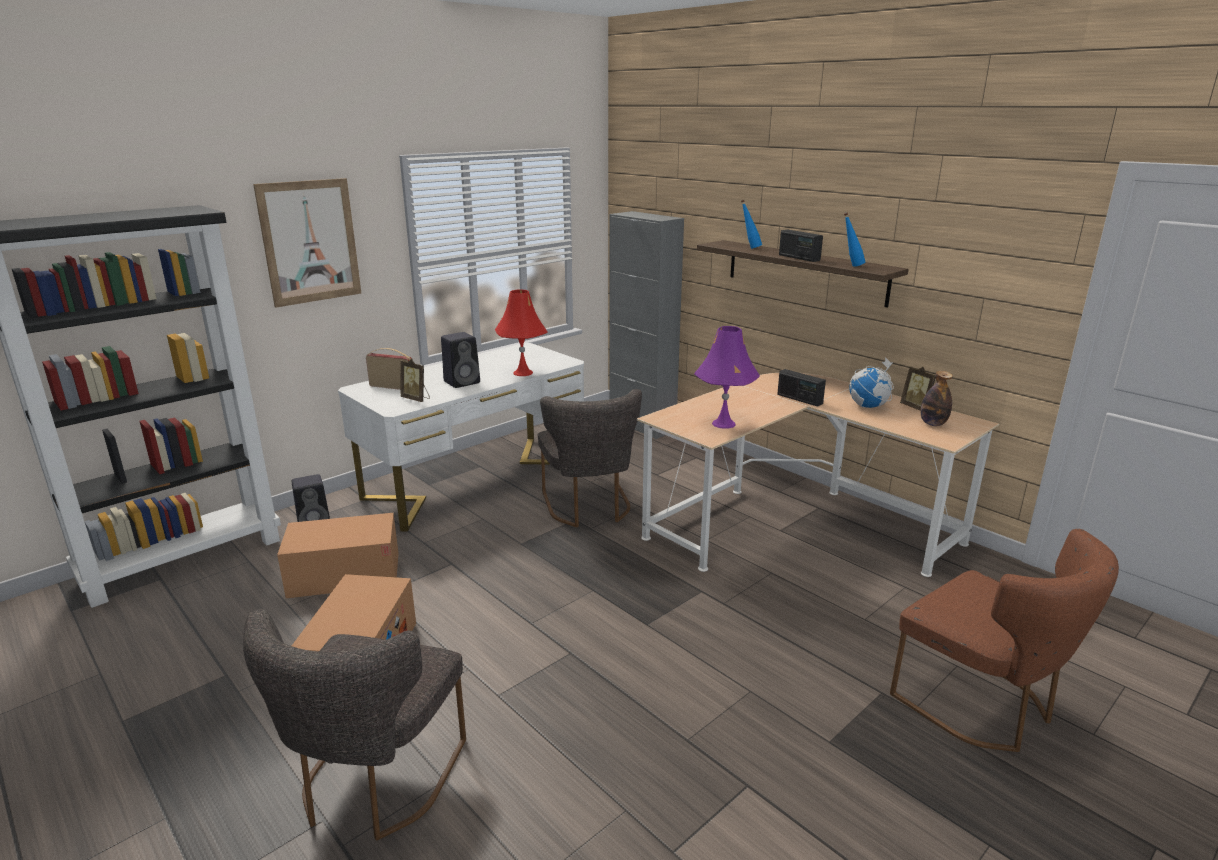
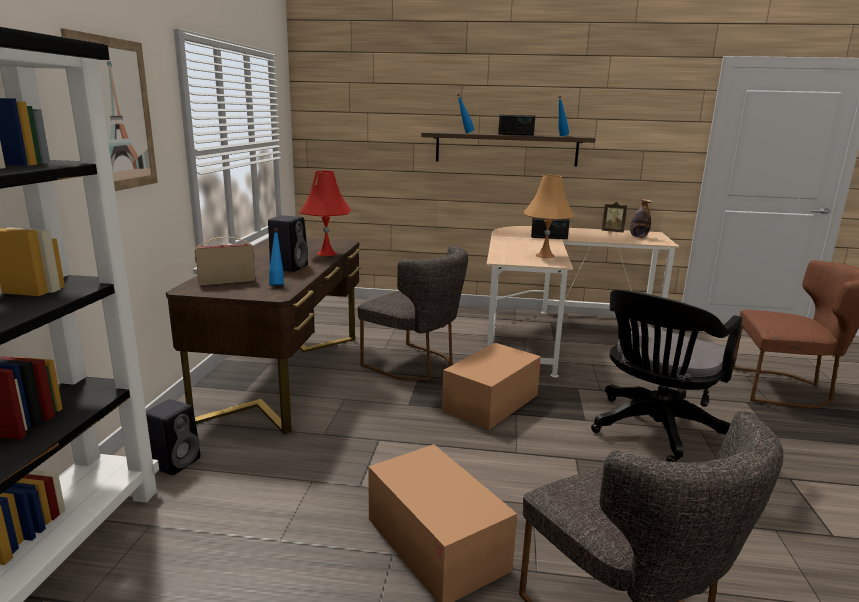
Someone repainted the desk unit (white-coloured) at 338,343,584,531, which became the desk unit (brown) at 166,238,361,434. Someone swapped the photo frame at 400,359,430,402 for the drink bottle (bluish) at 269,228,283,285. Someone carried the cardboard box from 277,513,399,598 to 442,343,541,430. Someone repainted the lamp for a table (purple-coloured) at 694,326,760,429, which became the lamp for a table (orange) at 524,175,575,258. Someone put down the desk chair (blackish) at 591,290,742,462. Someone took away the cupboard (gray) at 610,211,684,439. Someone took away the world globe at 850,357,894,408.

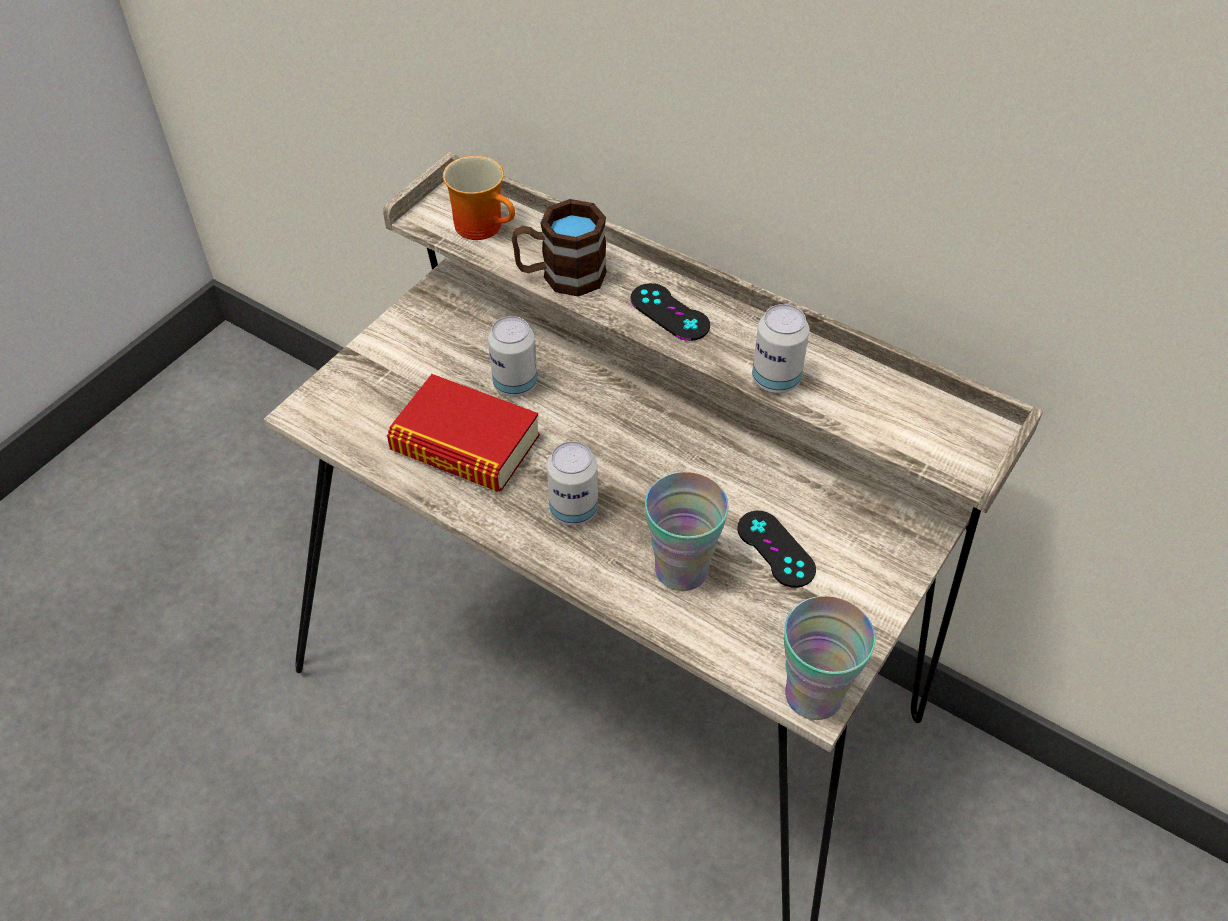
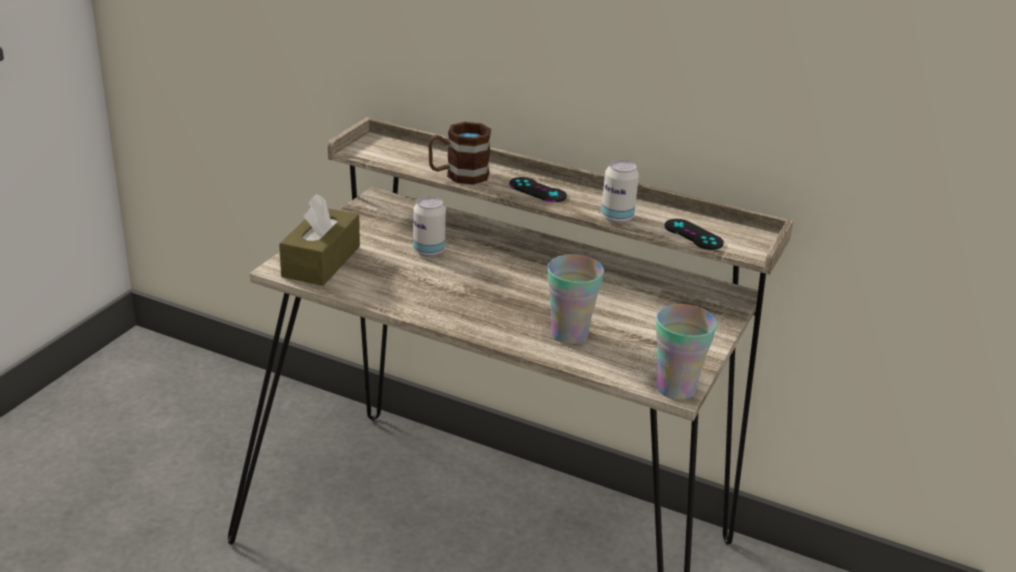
Someone put down the tissue holder (brown) at 279,193,360,286. Someone carried the gamepad (blackish) from 737,511,816,588 to 664,219,724,250. Someone took away the bound book at 387,374,540,492. Someone took away the mug at 443,156,515,240. Someone took away the metal can at 547,441,598,526.

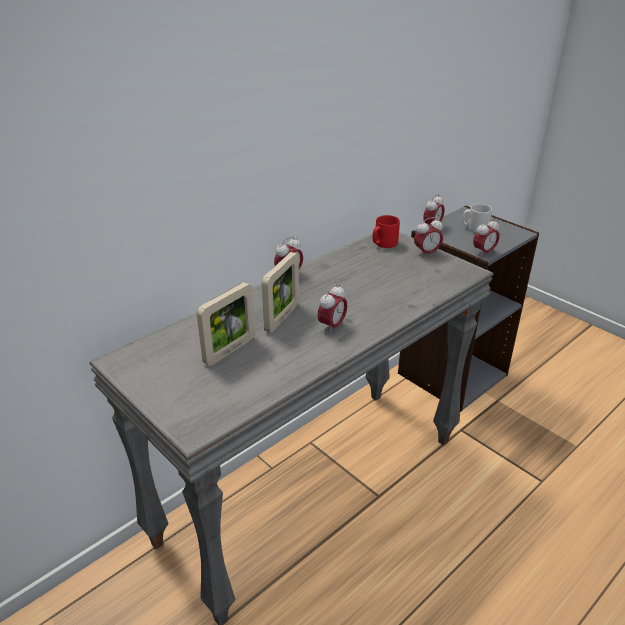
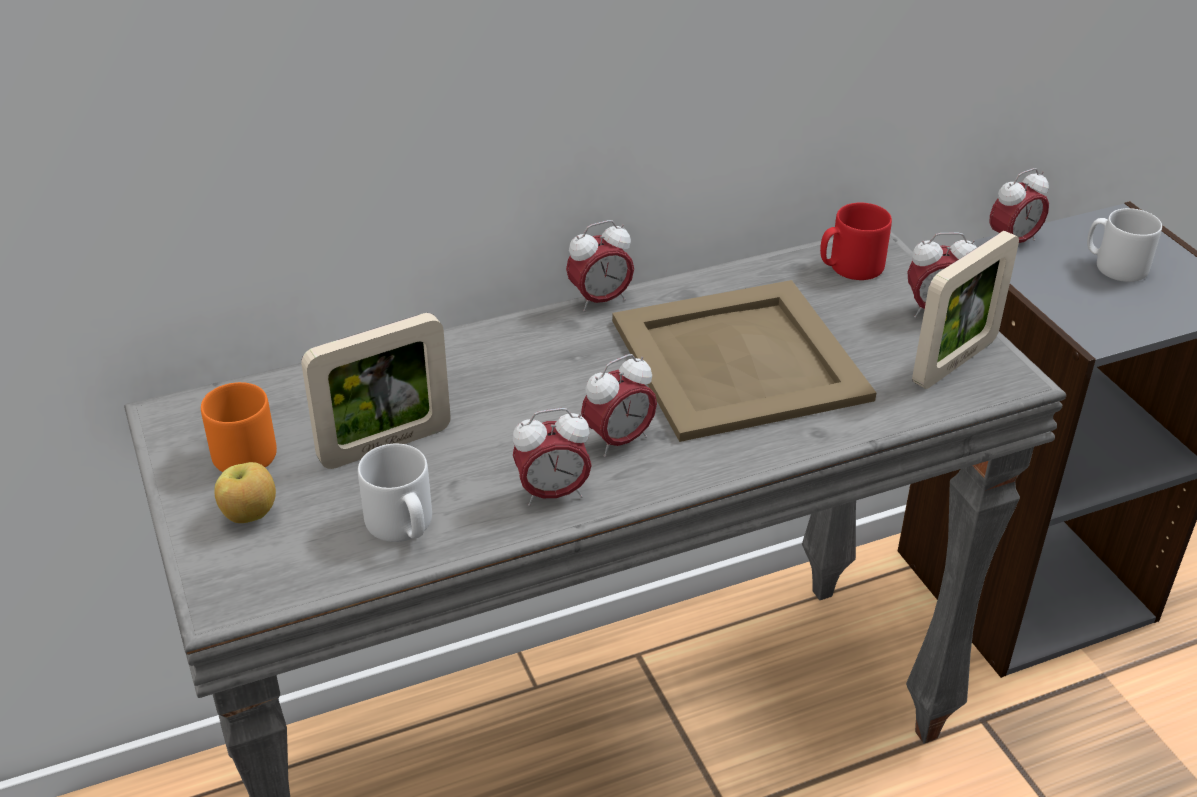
Someone put down the mug (orange) at 201,382,277,472. Someone put down the whole apple at 214,462,276,523. Someone put down the mug (gray) at 358,444,432,542. Someone carried the table clock from 473,218,500,257 to 513,408,592,506. Someone put down the carrying tray (beige-coloured) at 612,280,876,442. Someone carried the photo frame from 262,252,299,332 to 912,231,1019,389.

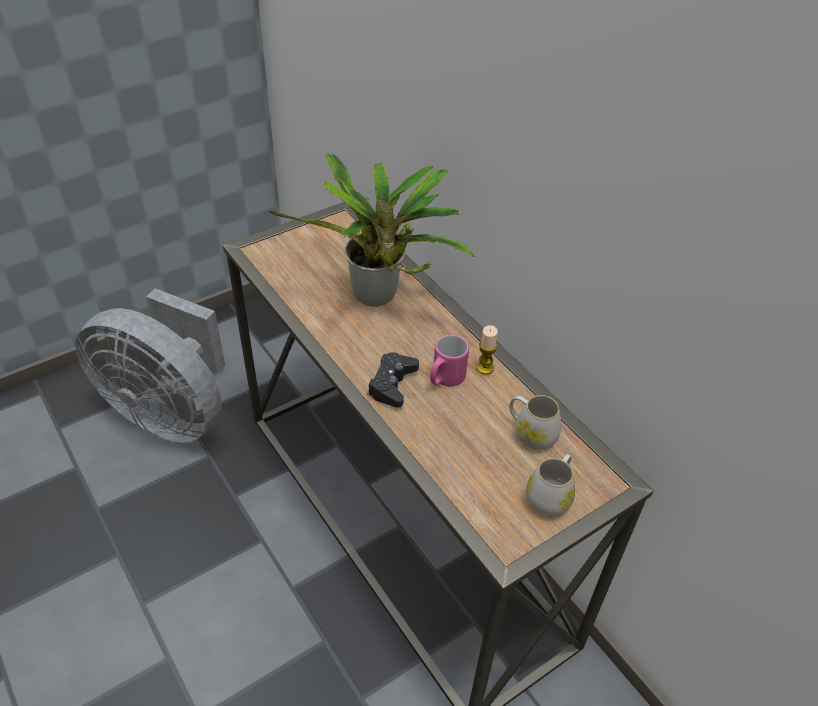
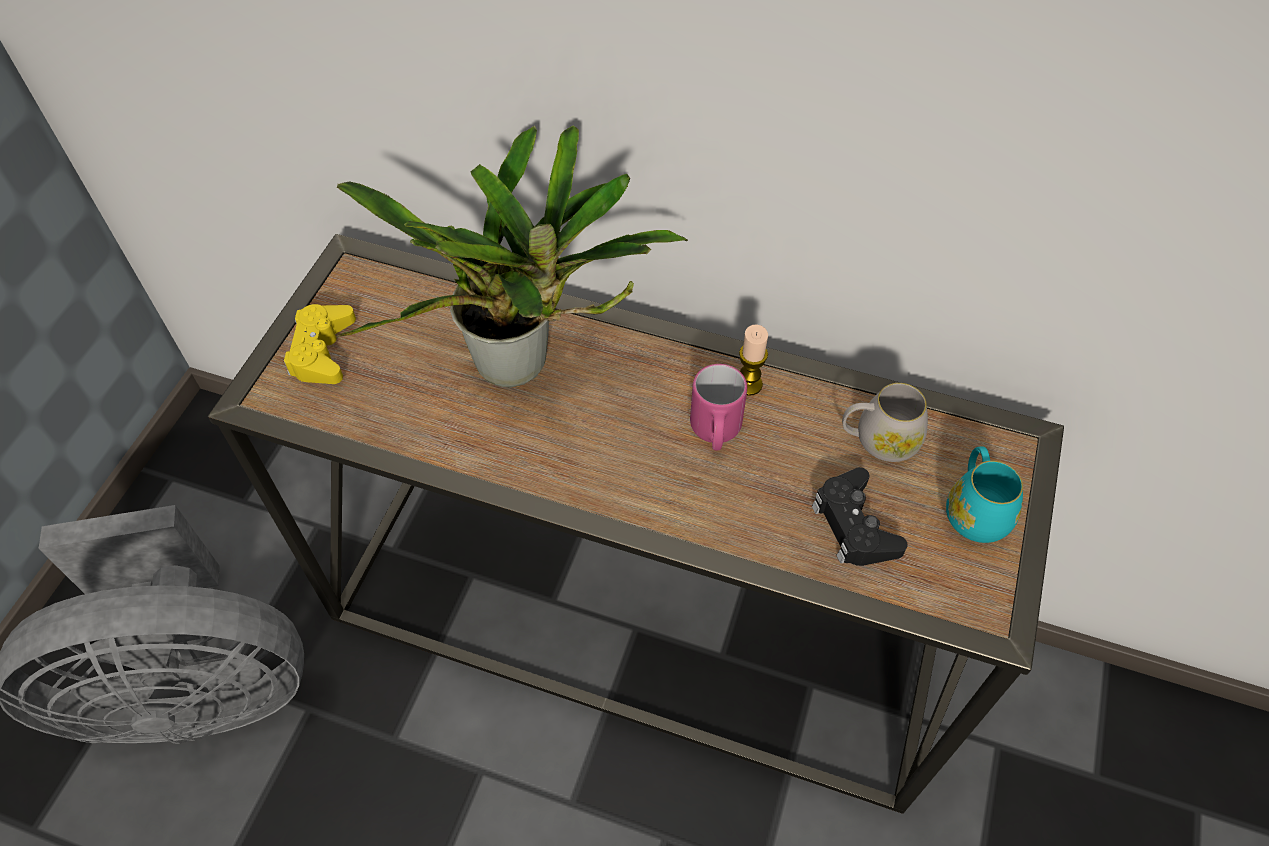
Someone put down the gamepad (yellow-coloured) at 284,304,356,384. Someone carried the gamepad (blackish) from 368,352,419,408 to 812,467,908,566. Someone repainted the mug (white-coloured) at 526,454,575,516, which became the mug (turquoise-coloured) at 946,447,1023,543.

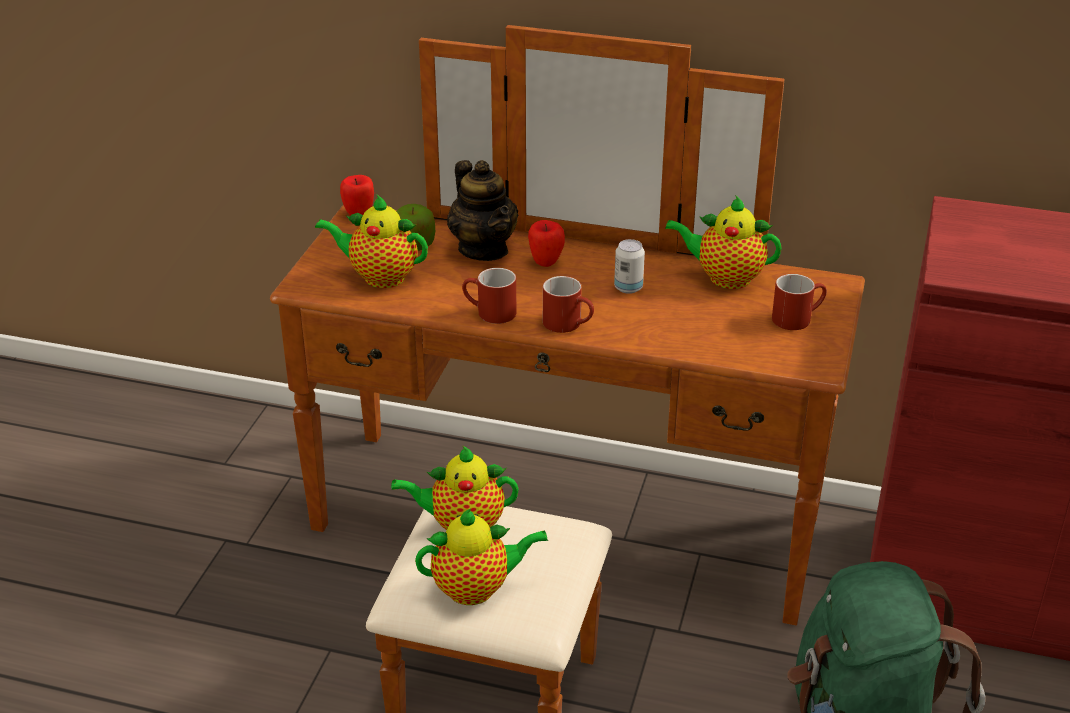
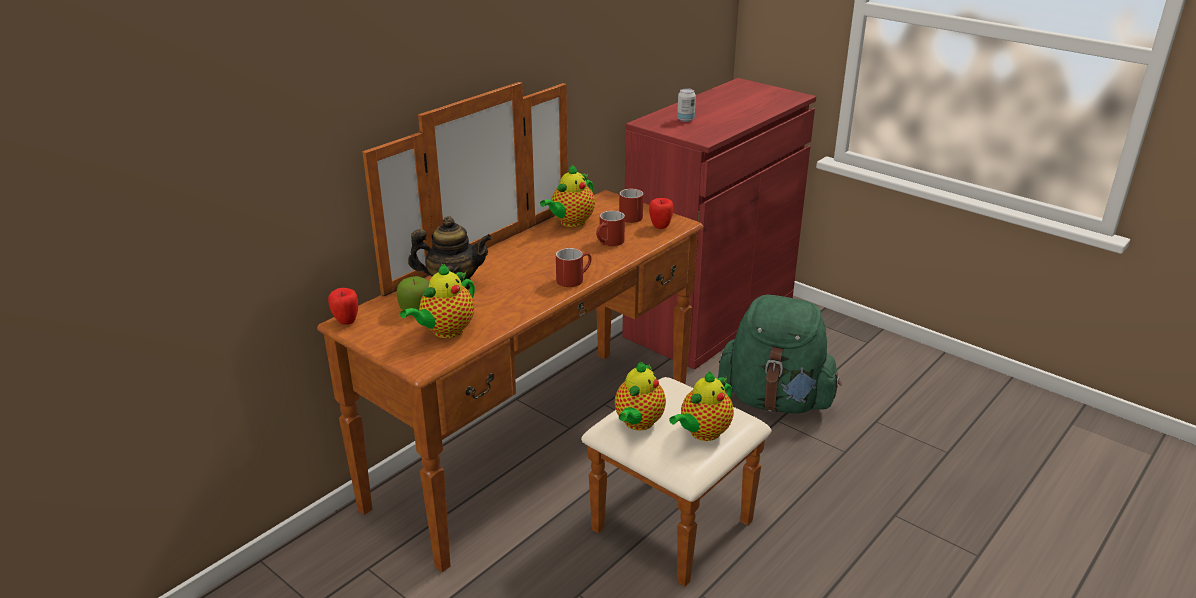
Someone carried the mug (reddish) from 462,268,516,324 to 596,210,625,246. Someone carried the whole apple from 528,220,565,267 to 649,198,673,229. Someone rotated the pot for tea at 415,509,548,605 by 150 degrees counterclockwise. Someone carried the metal can from 614,239,645,294 to 677,88,696,122.

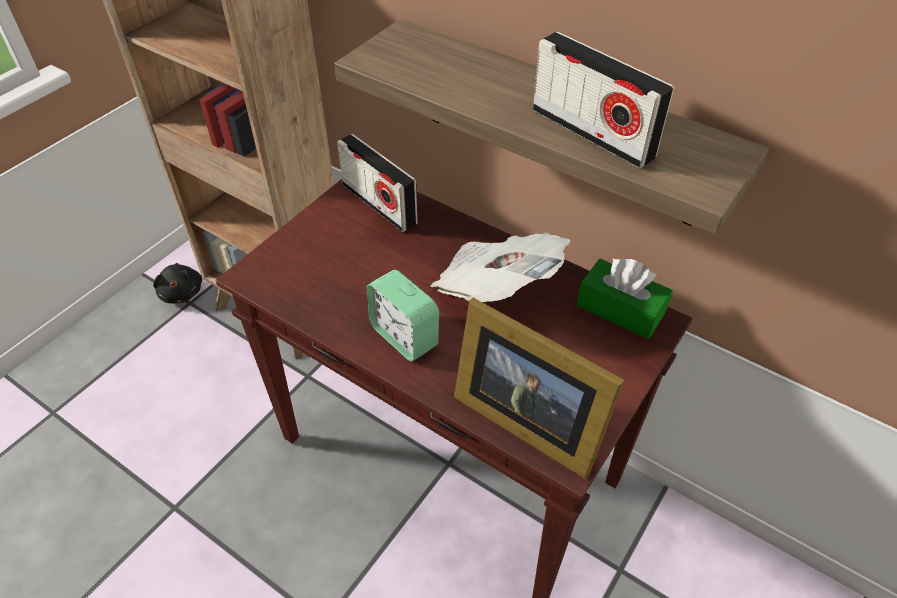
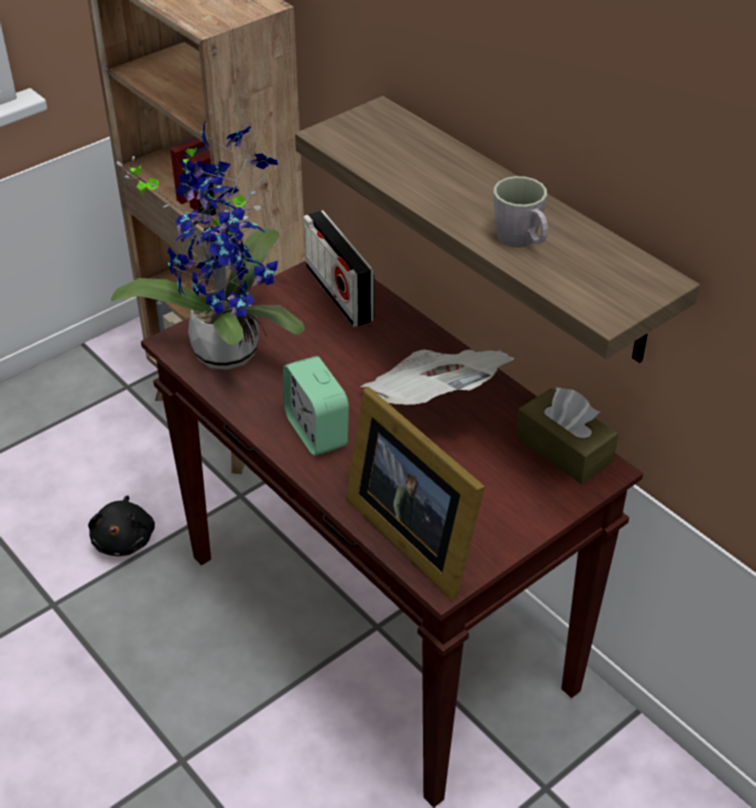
Someone carried the cuddly toy (blackish) from 153,263,202,303 to 88,495,155,556. Someone put down the plant in a pot at 110,121,305,370. Someone swapped the radio set at 533,32,674,168 for the mug (gray) at 494,176,548,248. Someone repainted the tissue holder (greenish) at 577,259,673,339, which became the tissue holder (brown) at 516,387,618,484.

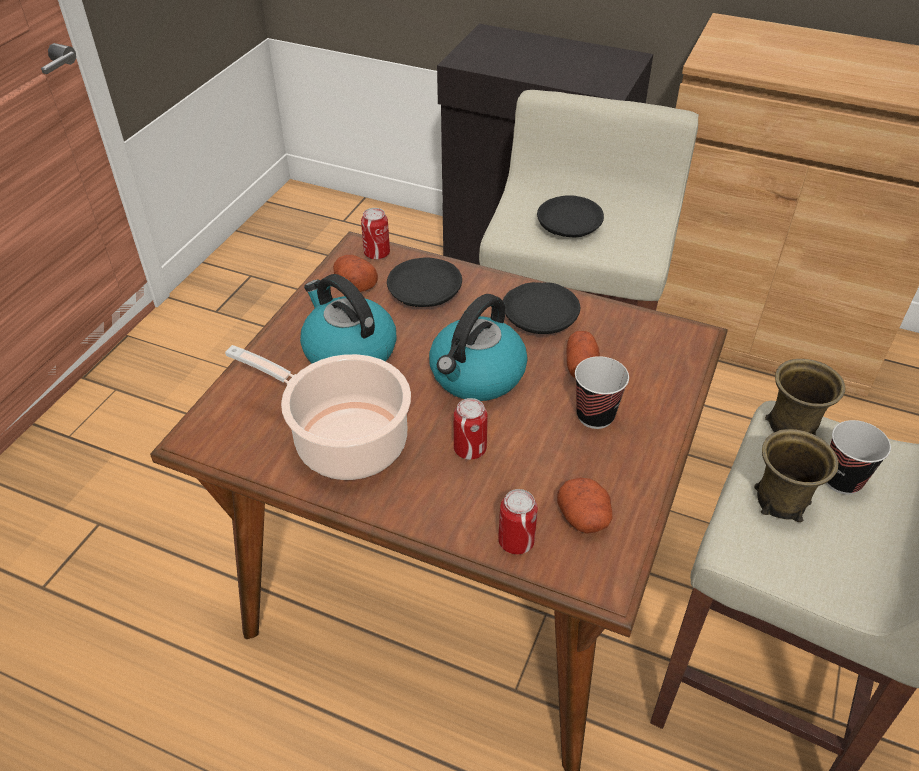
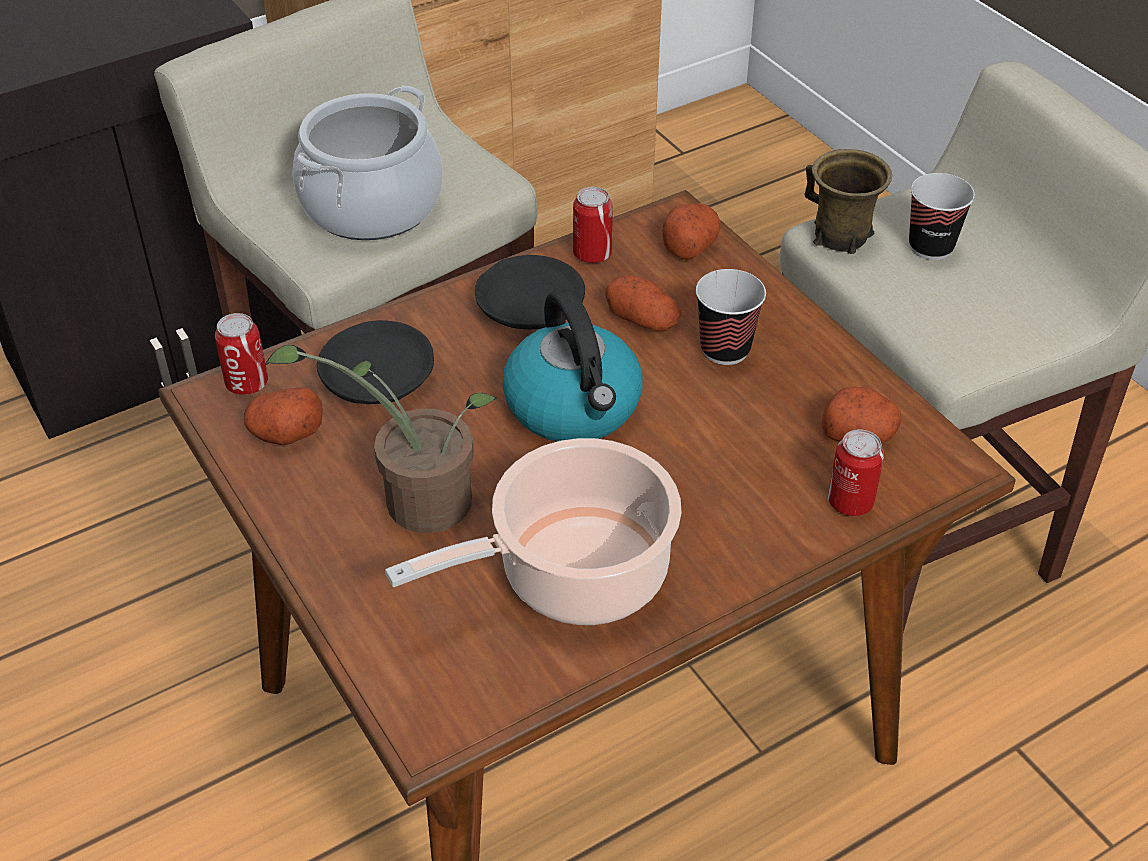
Someone swapped the water kettle at 300,274,397,364 for the plant in a pot at 265,345,498,533. Someone swapped the flat dish (blackish) at 537,195,604,238 for the stockpot at 292,85,443,240. Someone carried the metal can from 454,398,488,460 to 573,187,613,263. Someone put down the whole potato at 662,203,721,260. Someone took away the mug (brown) at 754,429,838,522.

